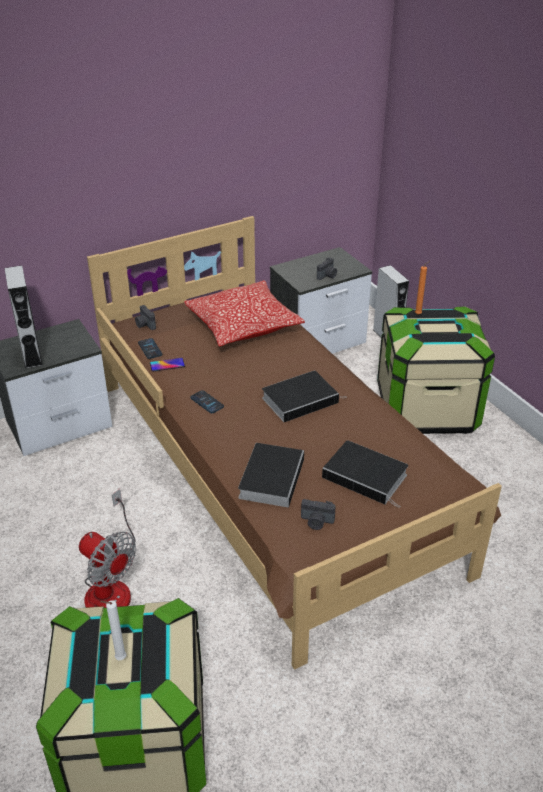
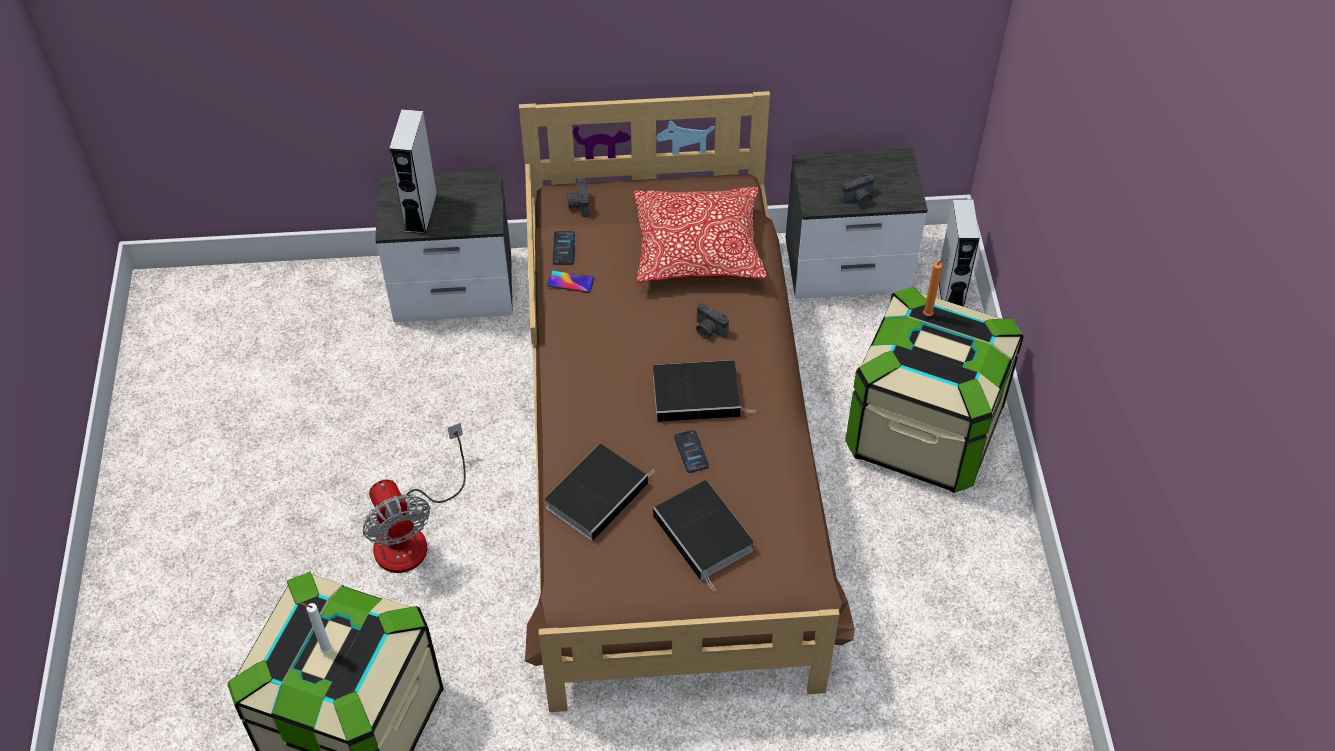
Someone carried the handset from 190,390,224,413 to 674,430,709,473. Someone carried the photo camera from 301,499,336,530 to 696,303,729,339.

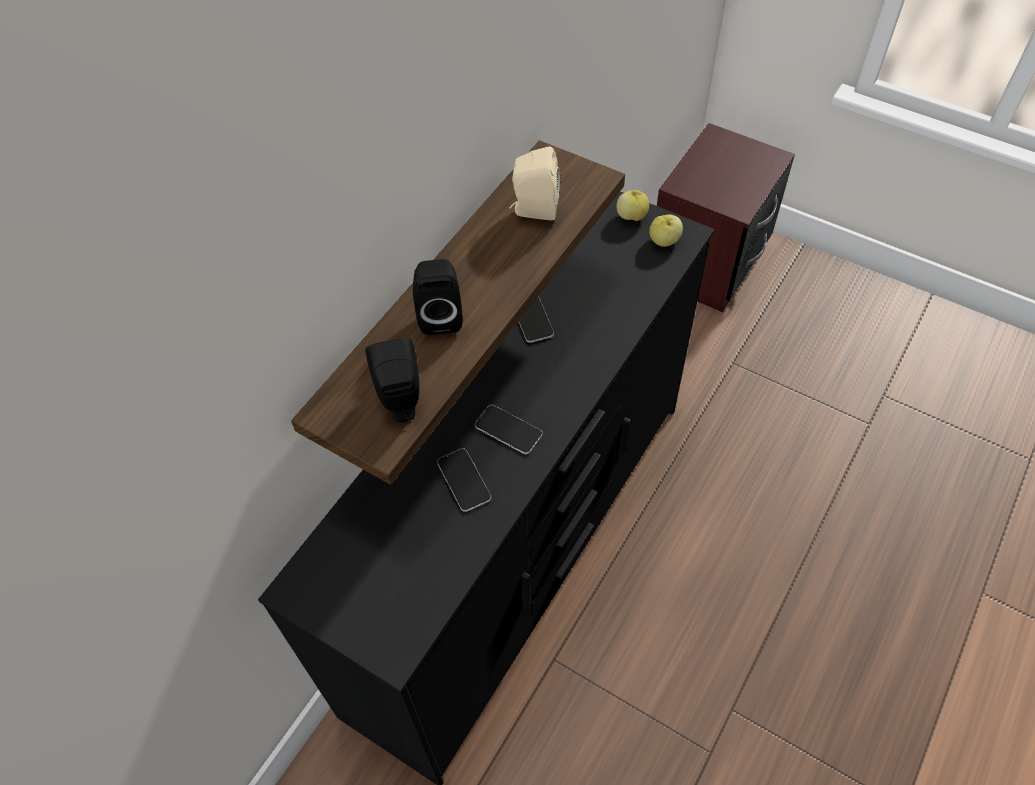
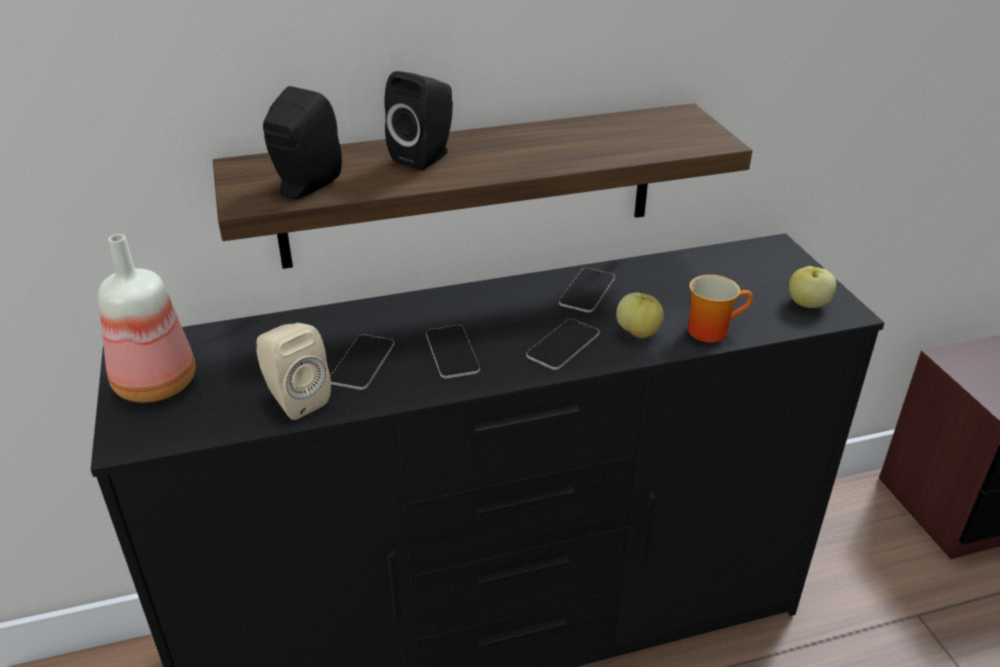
Someone put down the drink bottle at 98,234,195,403. Someone carried the loudspeaker (beige-coloured) from 510,146,560,220 to 257,323,331,420. Someone put down the handset at 526,319,600,370. Someone carried the whole apple from 617,190,649,221 to 616,293,663,338. Someone put down the mug at 688,275,753,343.

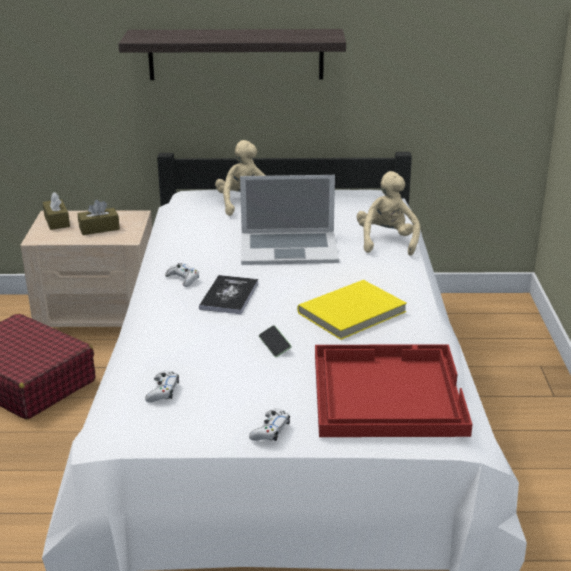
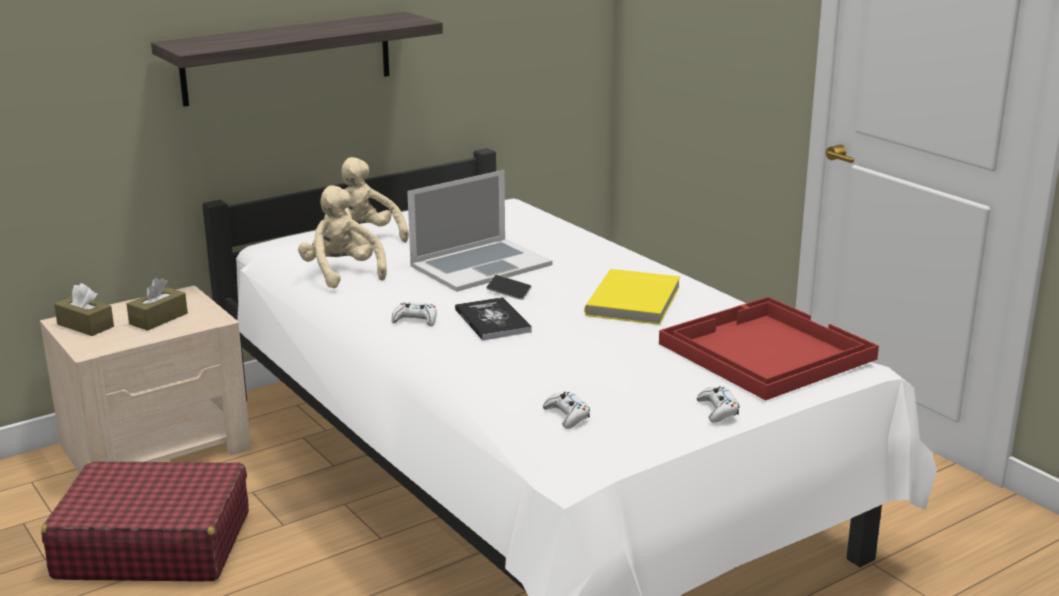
Someone carried the cuddly toy (beige-coloured) from 357,171,420,256 to 298,185,387,289. Someone carried the handset from 259,325,292,357 to 486,275,532,300.

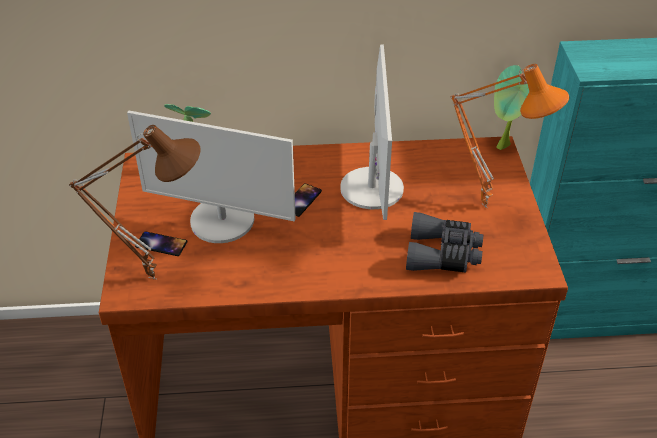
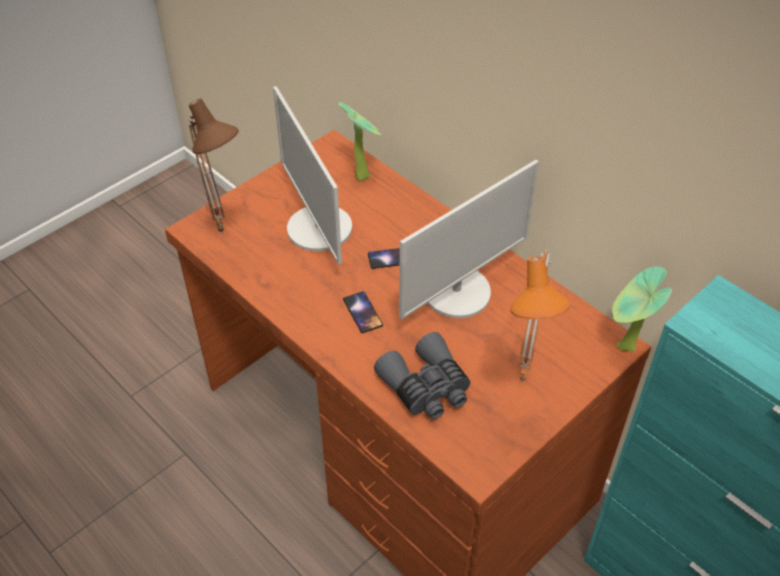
Someone carried the handset from 135,231,187,256 to 343,291,383,333.

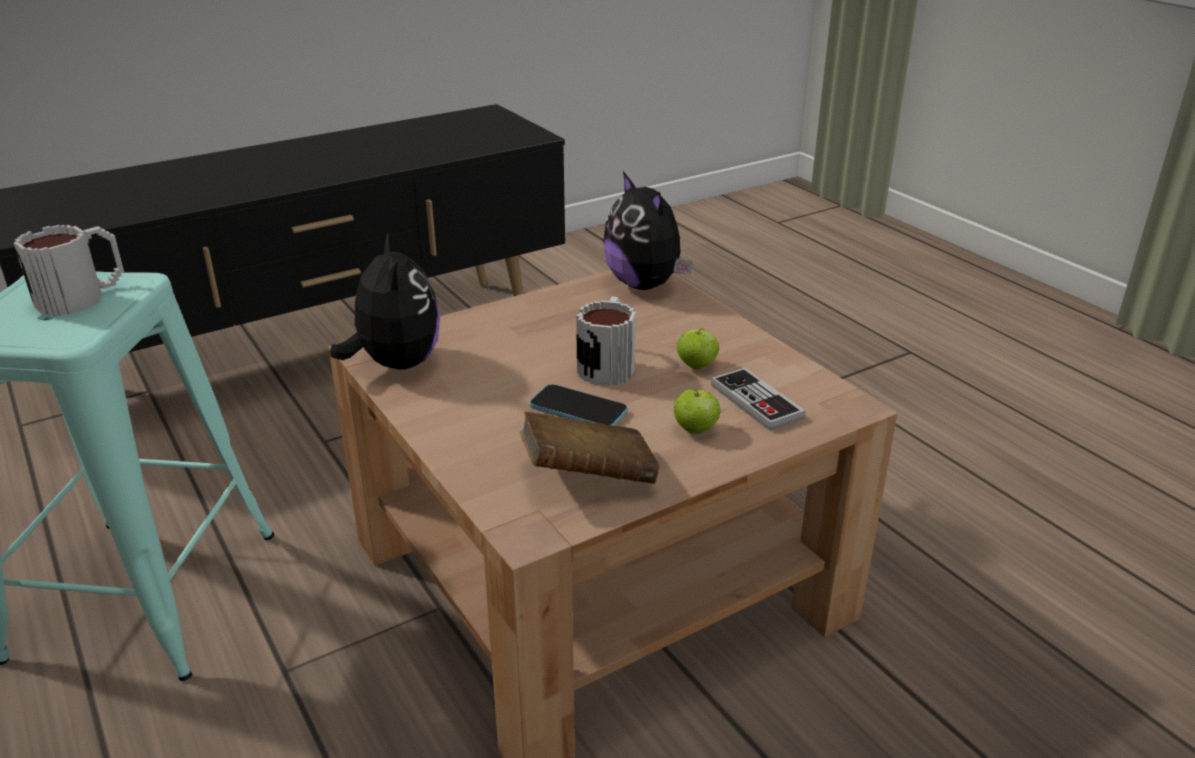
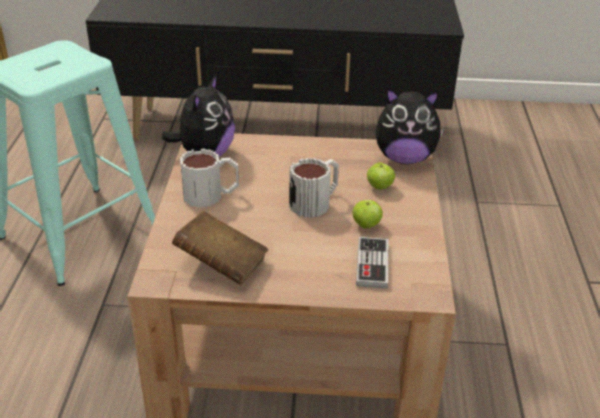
Someone carried the mug from 14,225,124,316 to 180,149,239,207. Someone carried the whole apple from 674,390,721,434 to 367,162,395,190. Someone rotated the cuddly toy at 603,171,693,290 by 90 degrees counterclockwise. Someone took away the handset at 530,384,628,426.

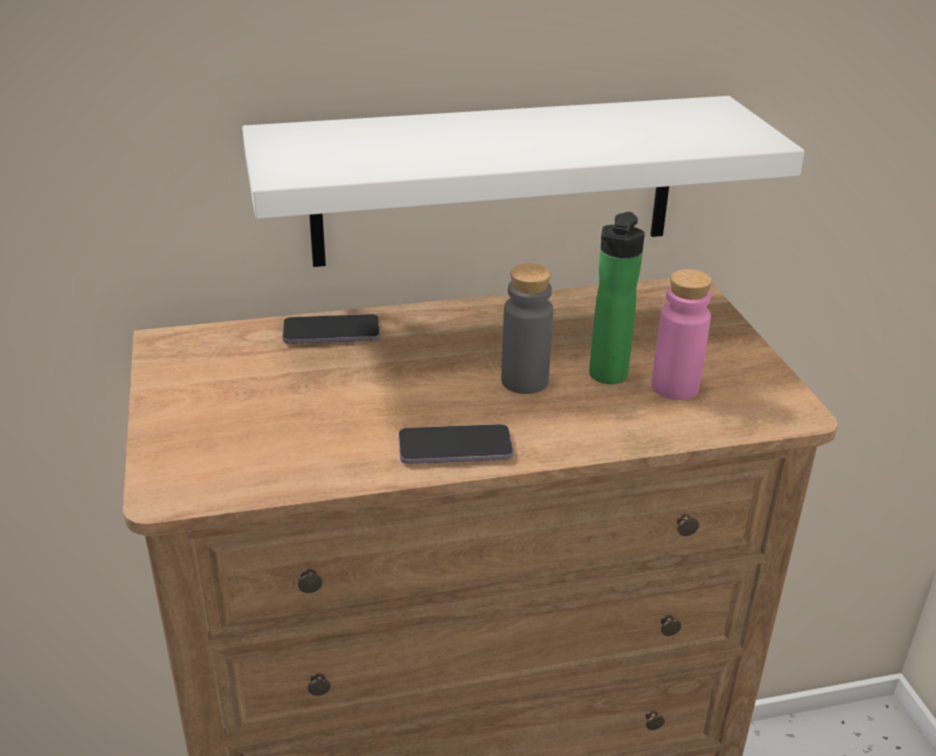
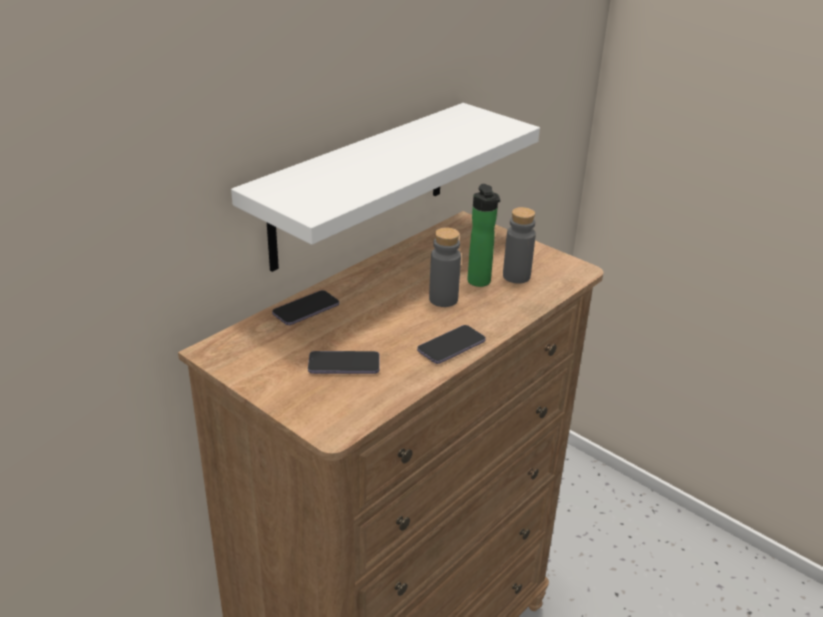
Someone put down the handset at 308,351,379,374. Someone repainted the drink bottle (pink-coloured) at 652,269,712,400, which became the drink bottle (gray) at 503,207,536,283.

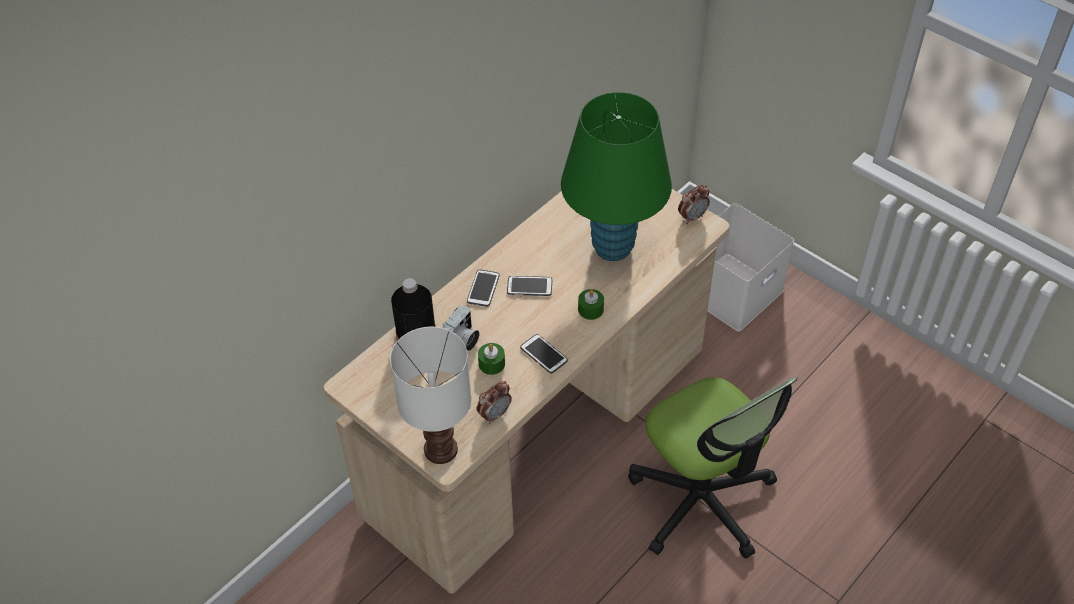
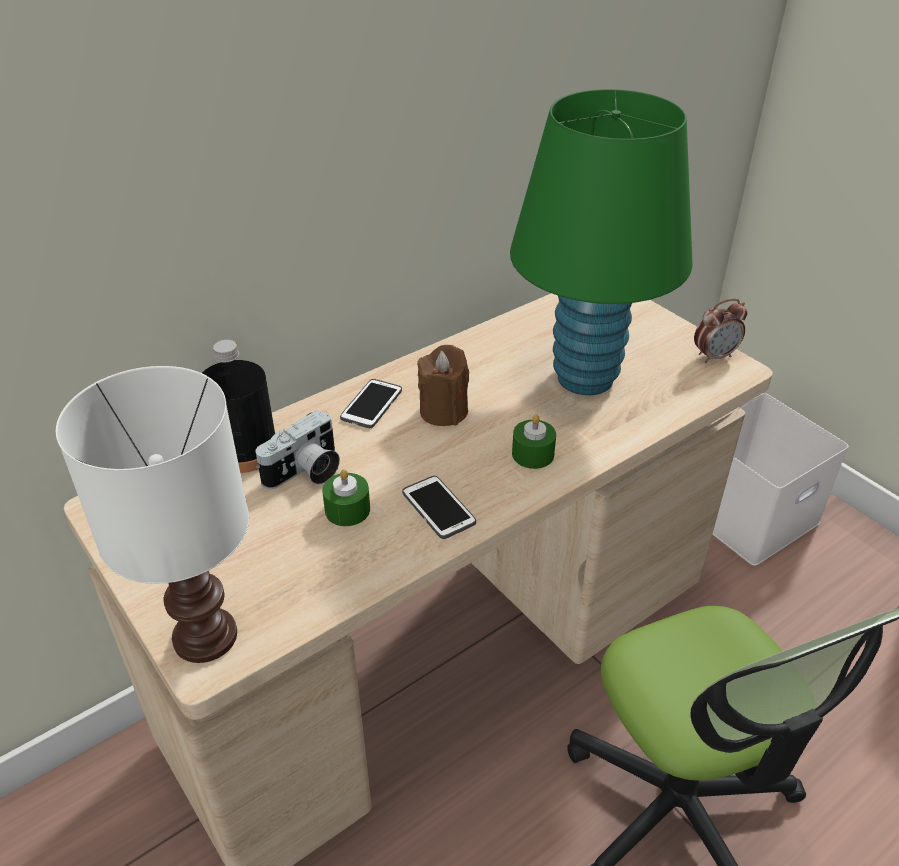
Someone swapped the handset at 507,276,552,296 for the candle (brown) at 417,345,469,426. Someone took away the table clock at 477,381,512,424.

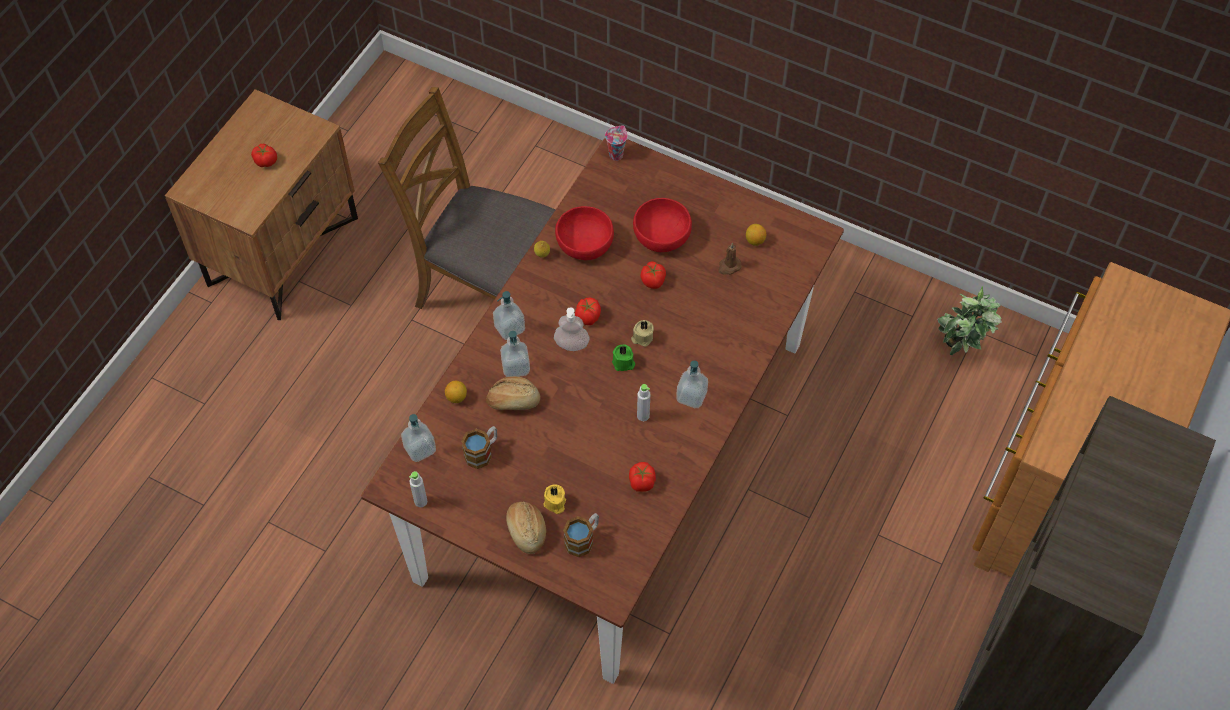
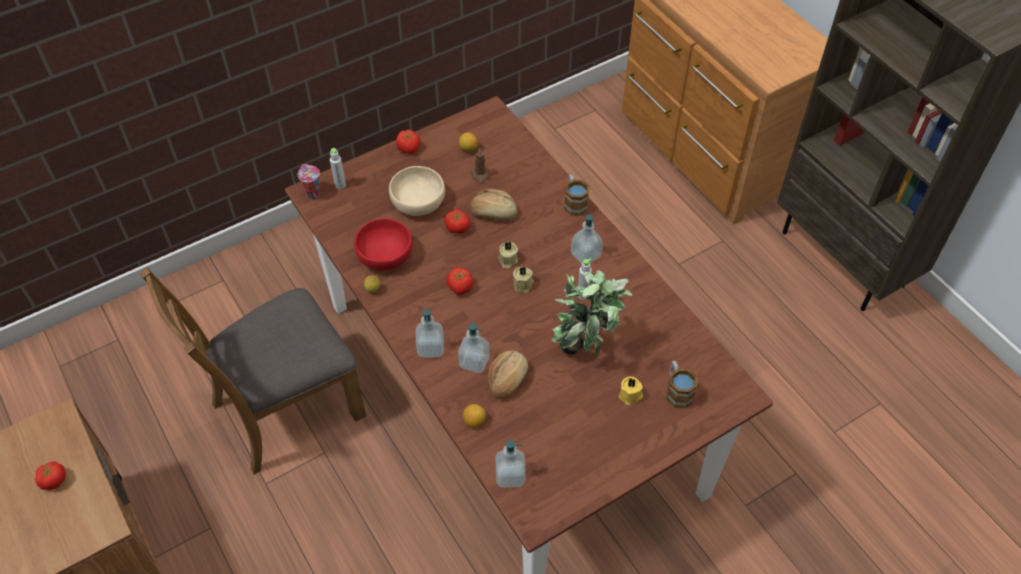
Someone carried the drink bottle (gray) from 409,471,427,507 to 330,148,346,189. Someone repainted the deep dish (reddish) at 633,198,692,252, which became the deep dish (beige-coloured) at 389,166,445,216. Someone carried the whole tomato from 629,462,656,492 to 396,129,421,154. Someone carried the bread from 506,501,546,554 to 469,189,518,220. Someone repainted the candle (greenish) at 612,344,635,371, which became the candle (beige-coloured) at 513,266,534,293. Someone carried the plant in a pot from 937,286,1002,355 to 551,270,633,356. Someone carried the mug from 461,426,497,469 to 564,174,589,216. Someone took away the soap bottle at 554,307,589,351.

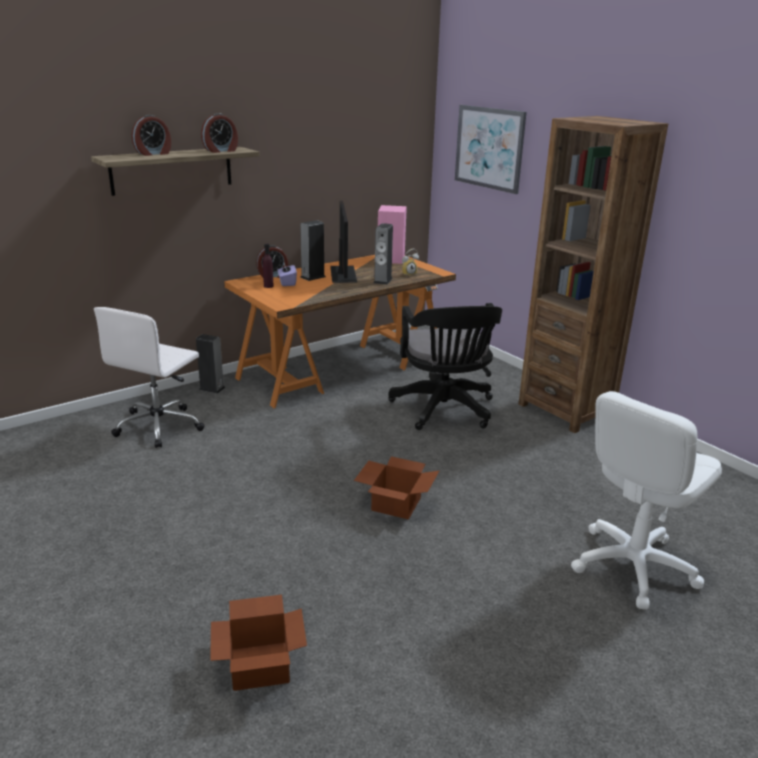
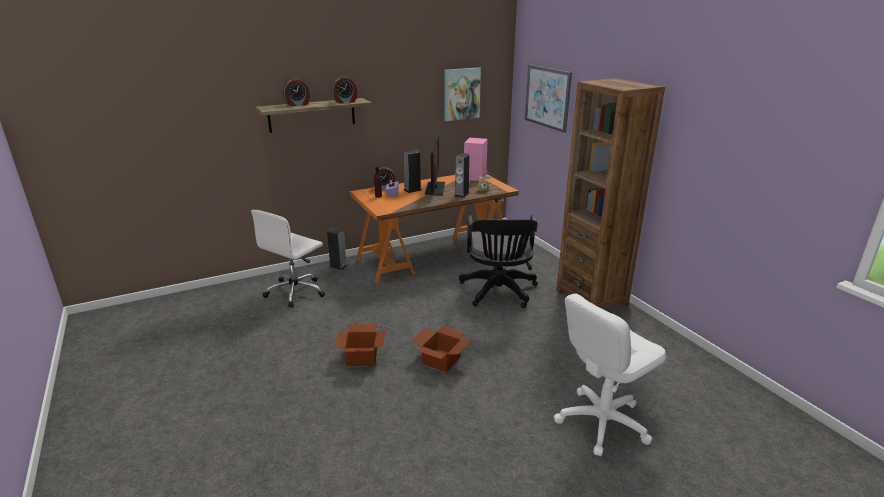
Someone carried the cardboard box from 210,595,307,691 to 335,324,385,366. Someone put up the wall art at 444,67,481,121.

